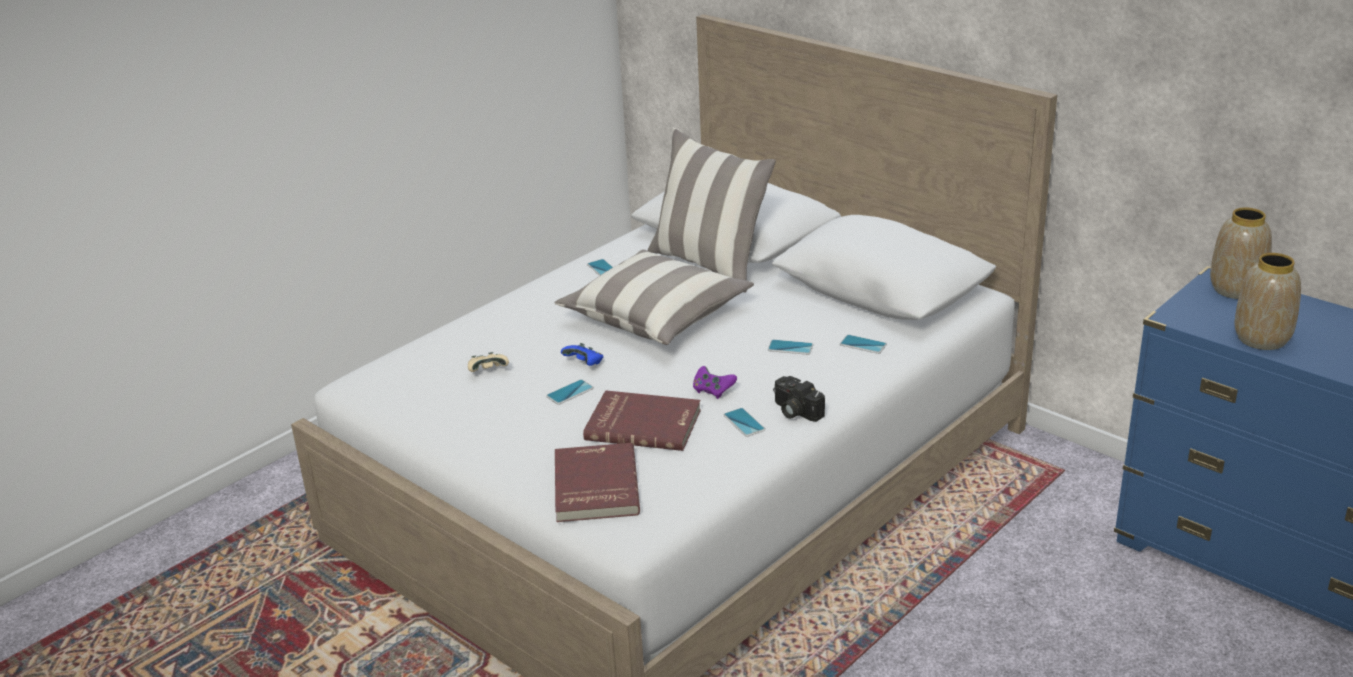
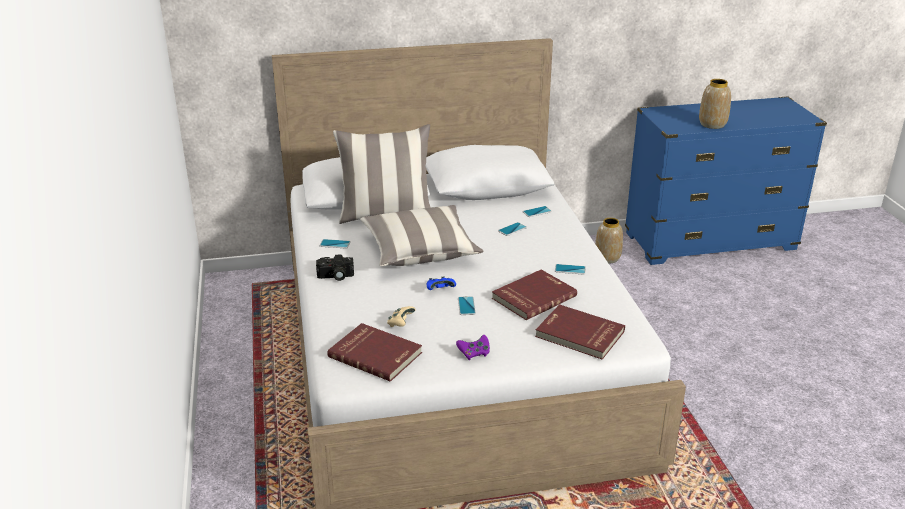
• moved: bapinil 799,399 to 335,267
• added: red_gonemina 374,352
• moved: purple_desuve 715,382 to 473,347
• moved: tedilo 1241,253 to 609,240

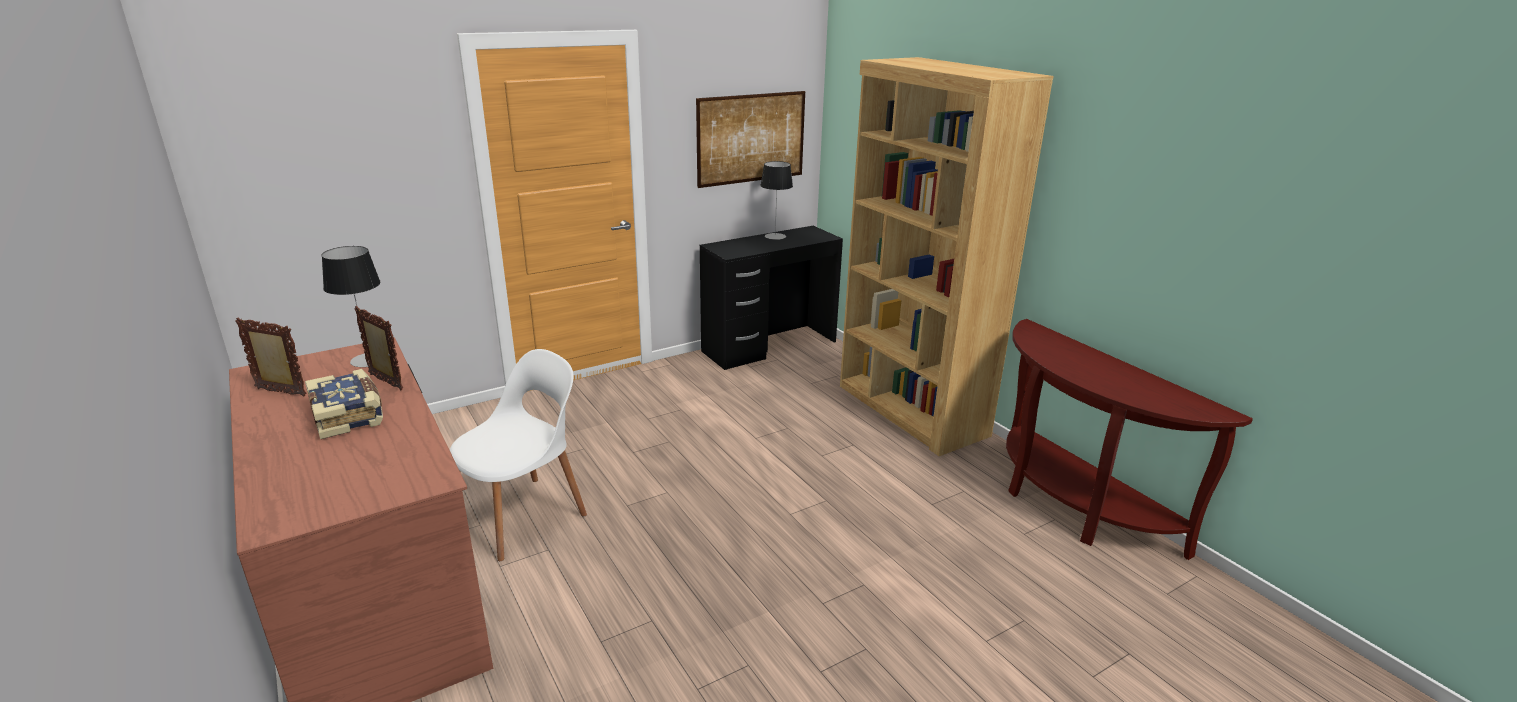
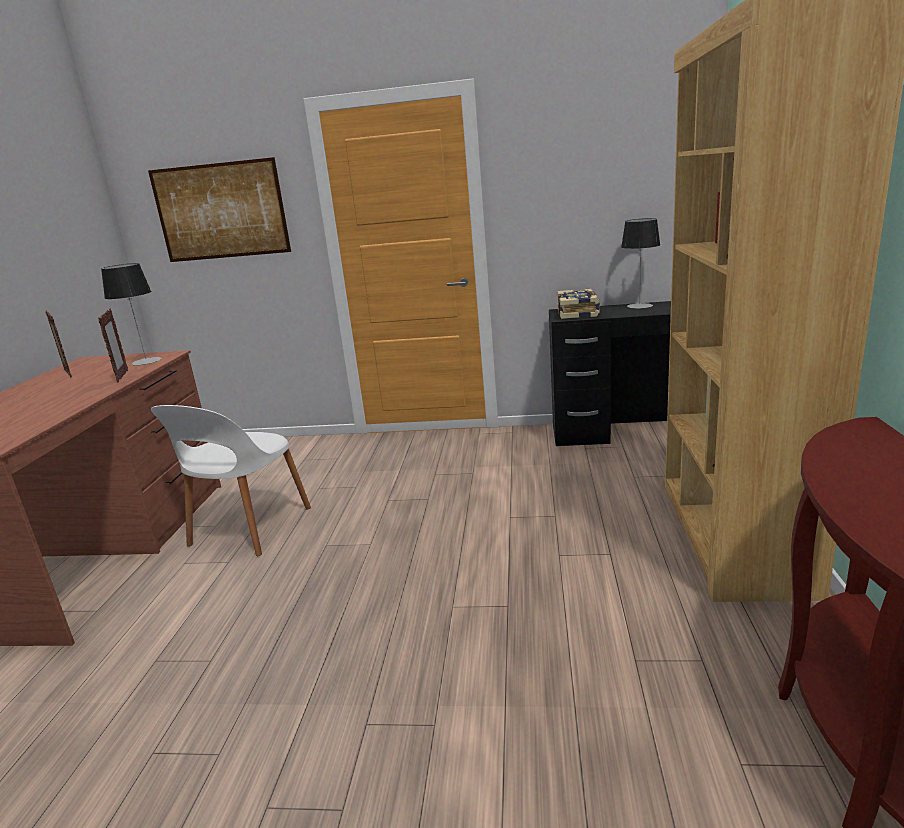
• moved: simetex 750,139 to 219,209
• turned: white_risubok 518,455 = 231,480 120 degrees clockwise
• moved: gonemina 344,404 to 578,304

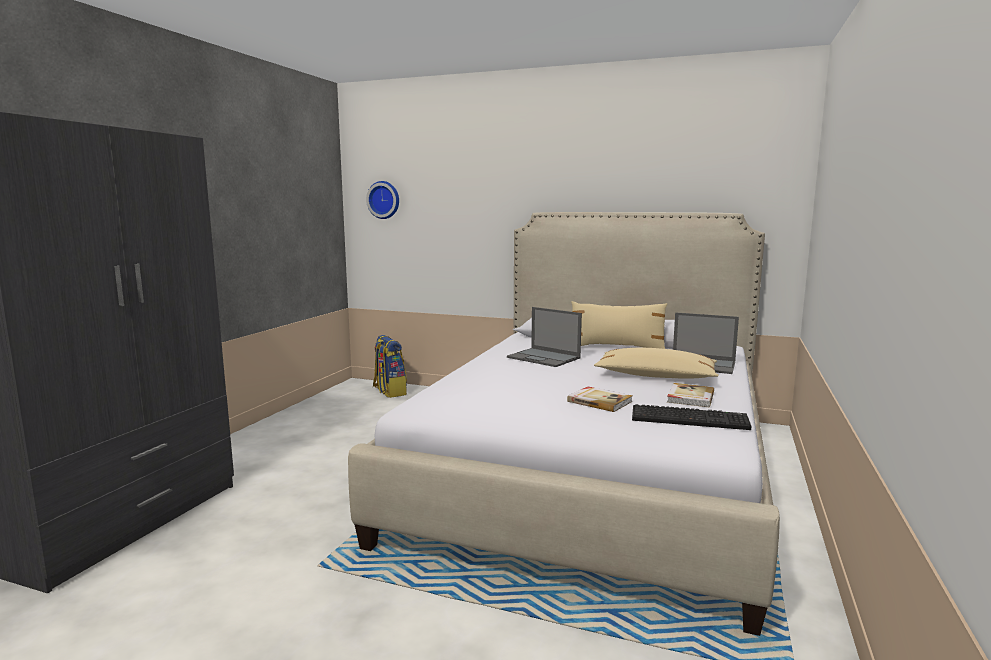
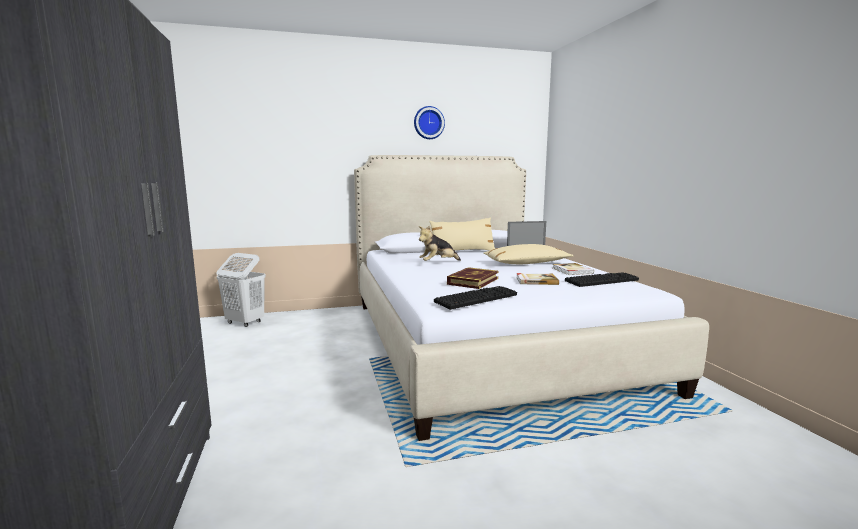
• replaced: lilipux 390,366 to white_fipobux 241,290
• moved: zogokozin 382,200 to 429,122
• replaced: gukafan 544,337 to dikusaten 440,243
• added: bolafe 475,298
• added: gonemina 472,278

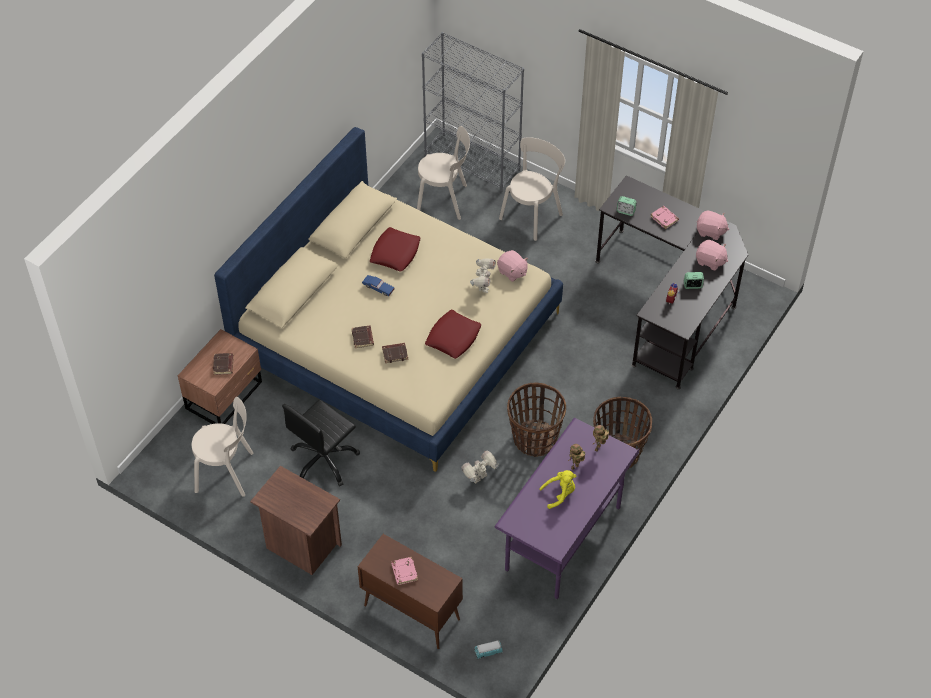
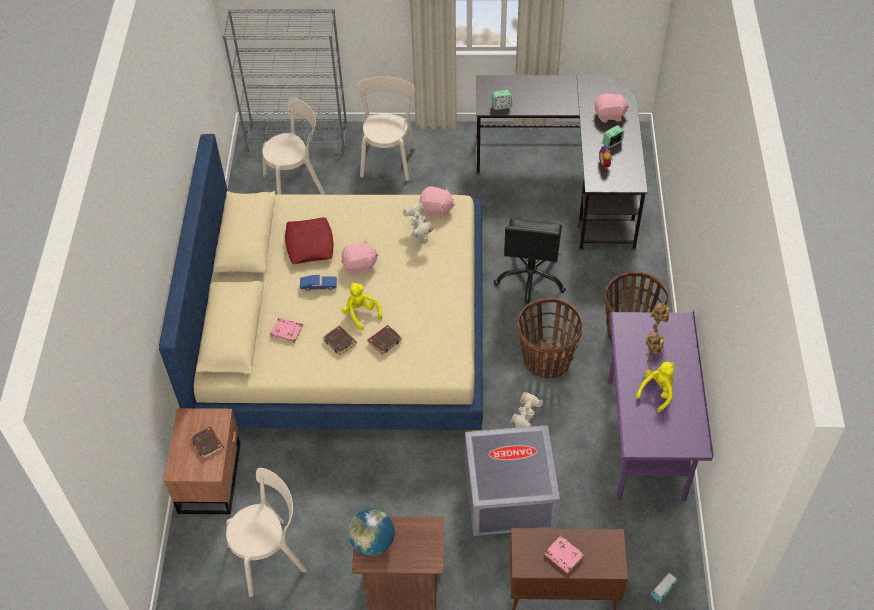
• moved: pink_gonemina 664,217 to 286,330
• moved: pink_dikusaten 713,225 to 360,257
• added: yellow_dikusaten 362,306
• added: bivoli 371,532
• added: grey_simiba 512,480
• moved: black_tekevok 321,443 to 530,263
• removed: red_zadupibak 453,334

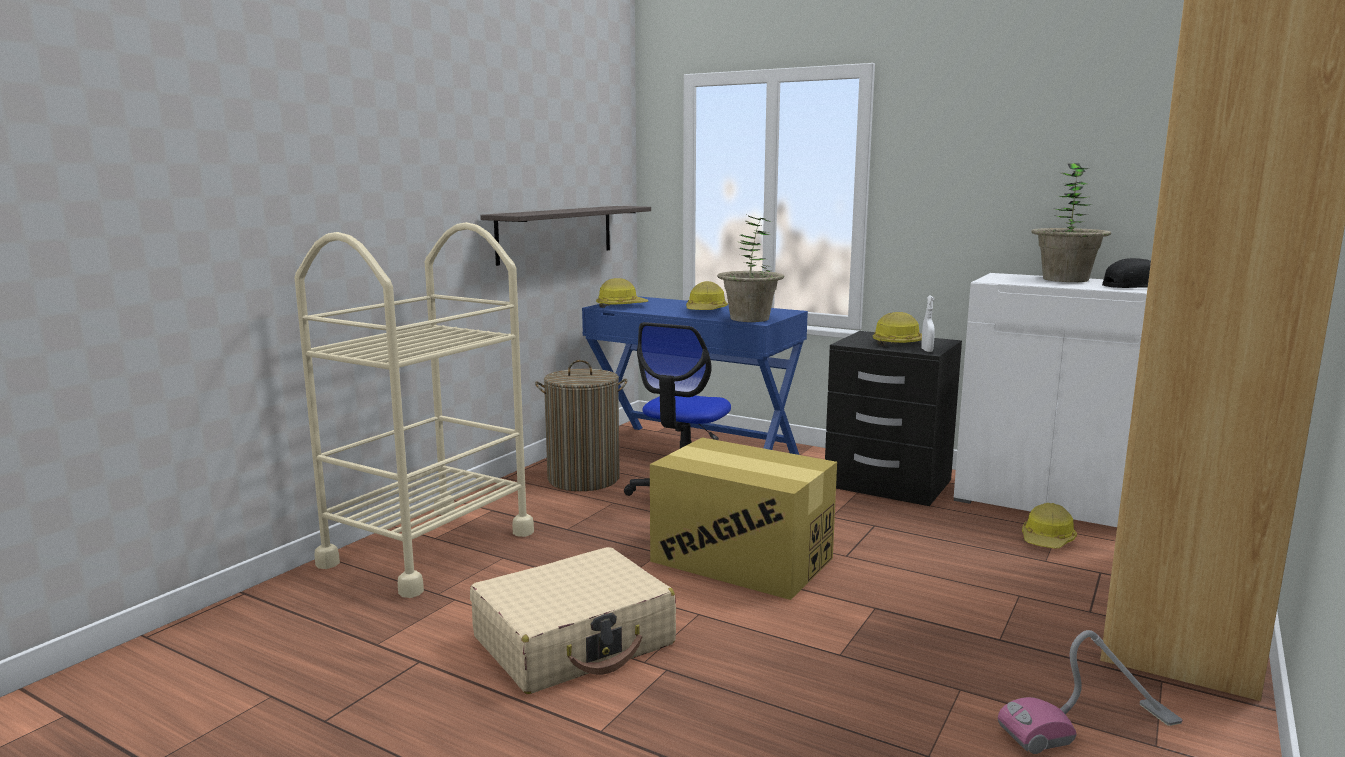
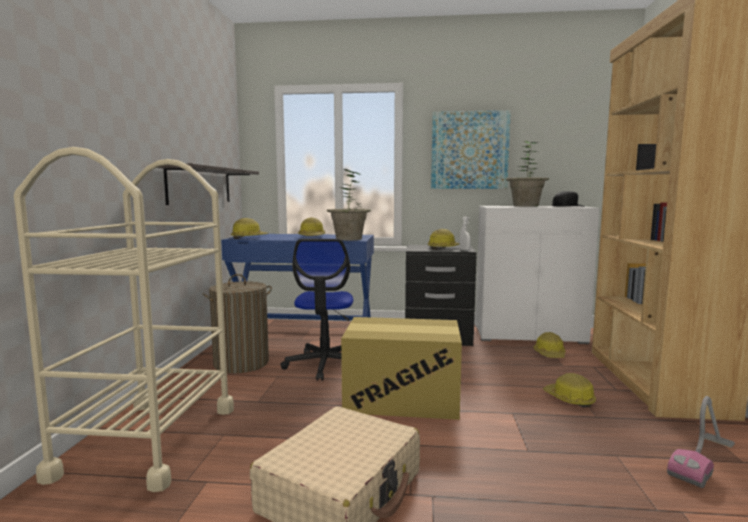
• added: simetex 471,149
• added: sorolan 569,390

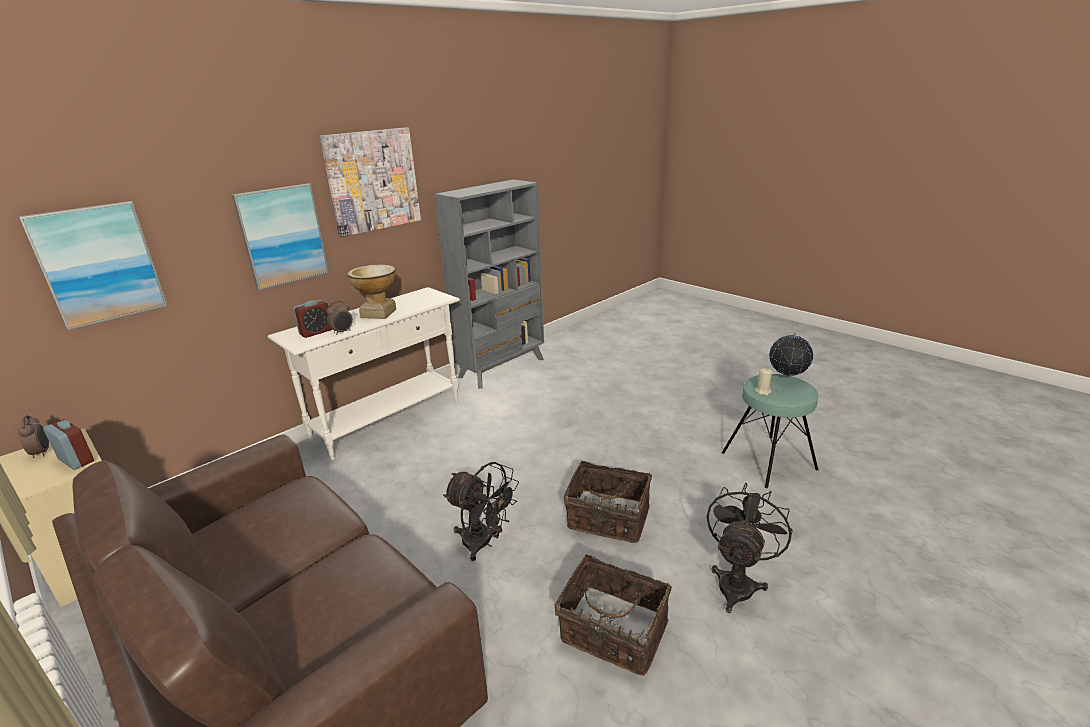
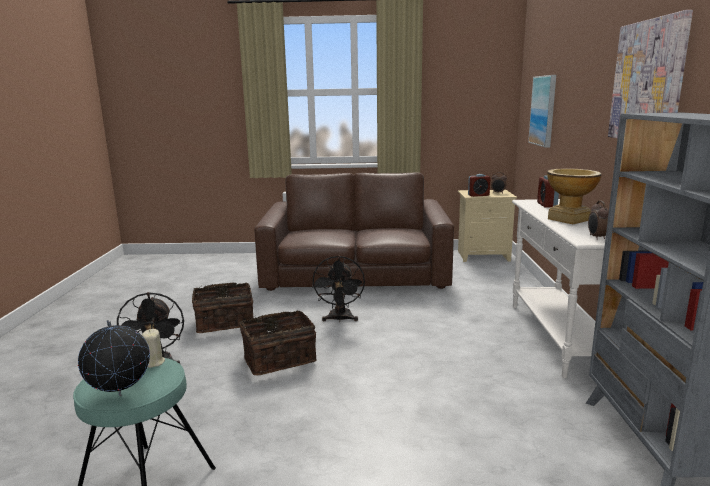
• turned: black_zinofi 481,511 = 338,289 75 degrees counterclockwise
• moved: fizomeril 340,318 to 598,220
• removed: simetex 280,237

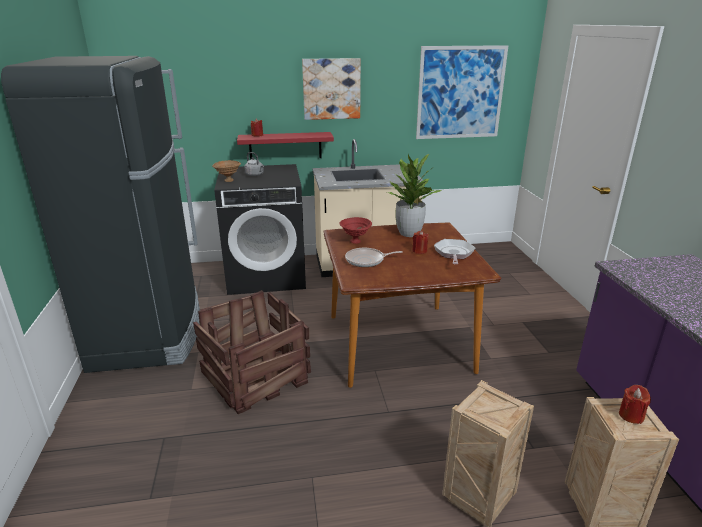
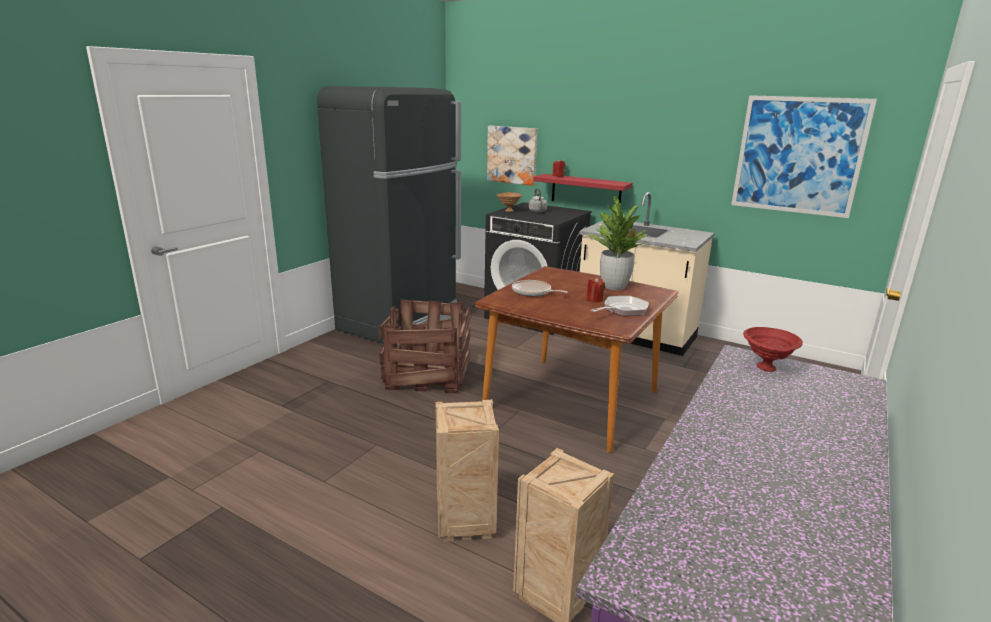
• moved: simetex 331,89 to 512,156
• moved: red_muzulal 355,230 to 773,349
• removed: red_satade 635,404

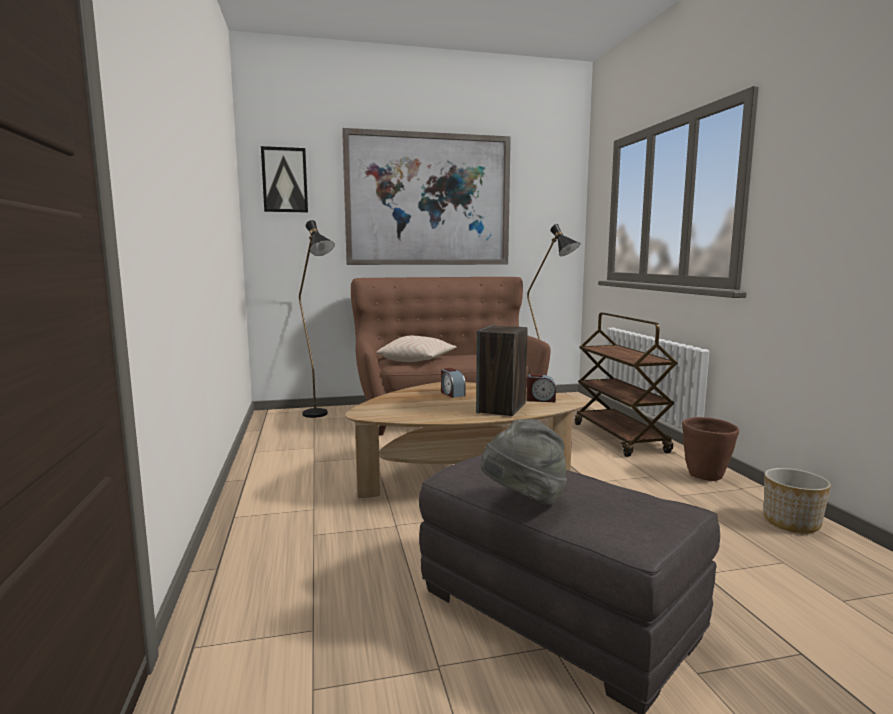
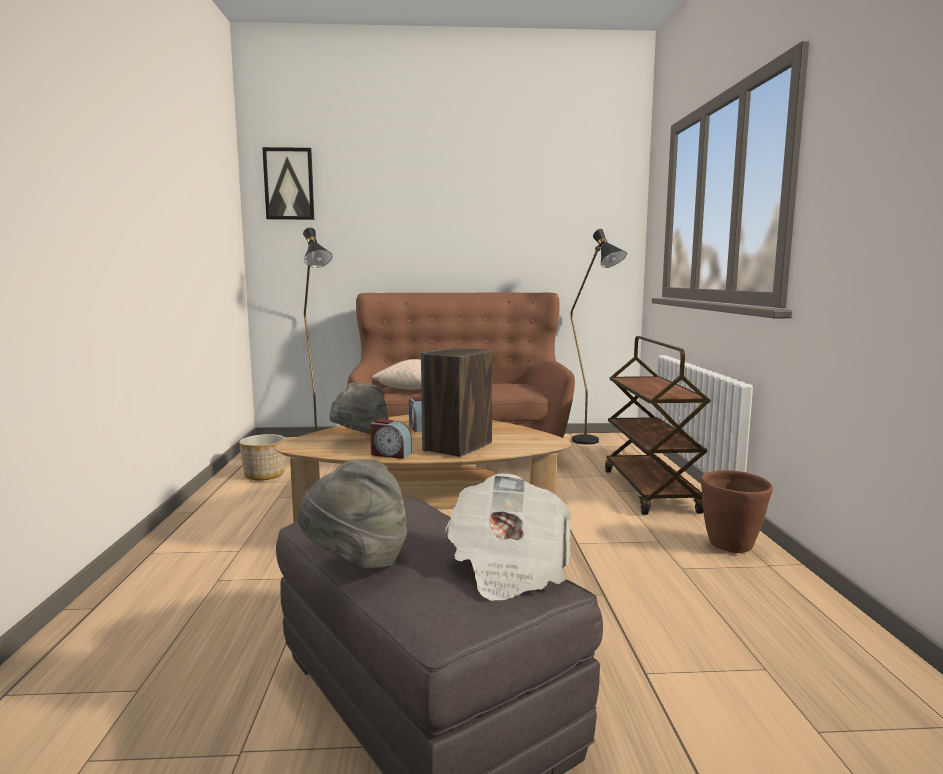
• moved: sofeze 797,500 to 262,457
• added: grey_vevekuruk 359,408
• moved: fizomeril 541,388 to 391,439
• added: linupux 508,537
• removed: simetex 426,196

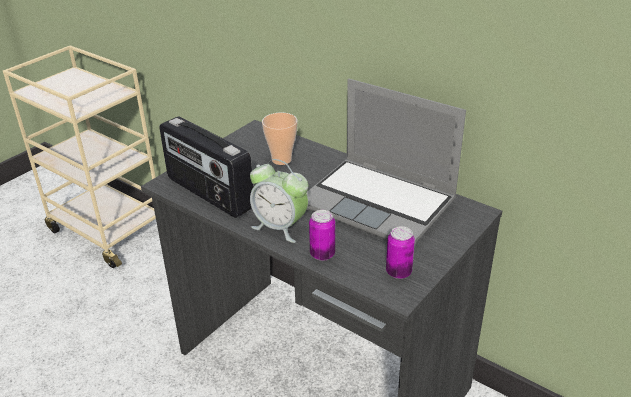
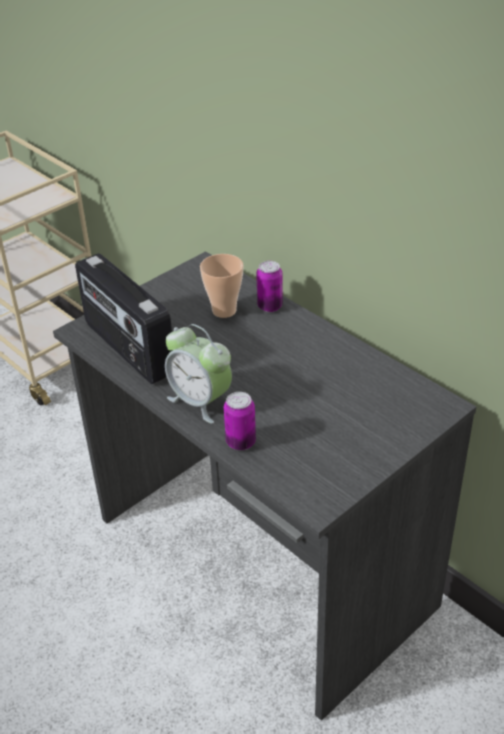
• moved: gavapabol 400,252 to 269,286
• removed: gukafan 386,161

